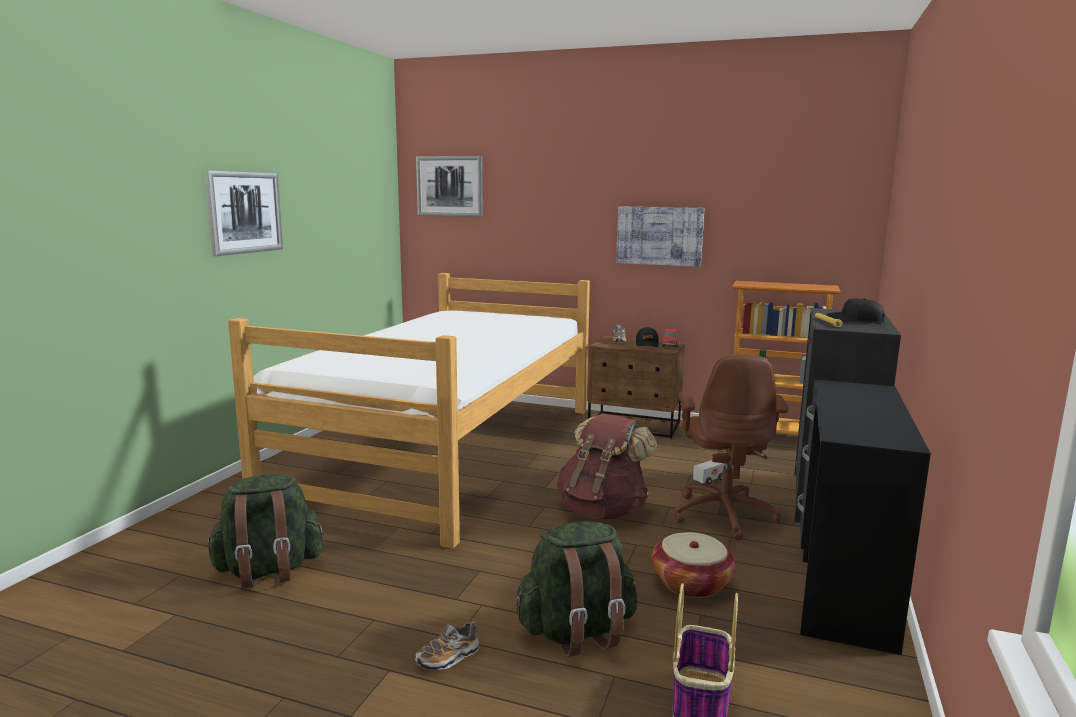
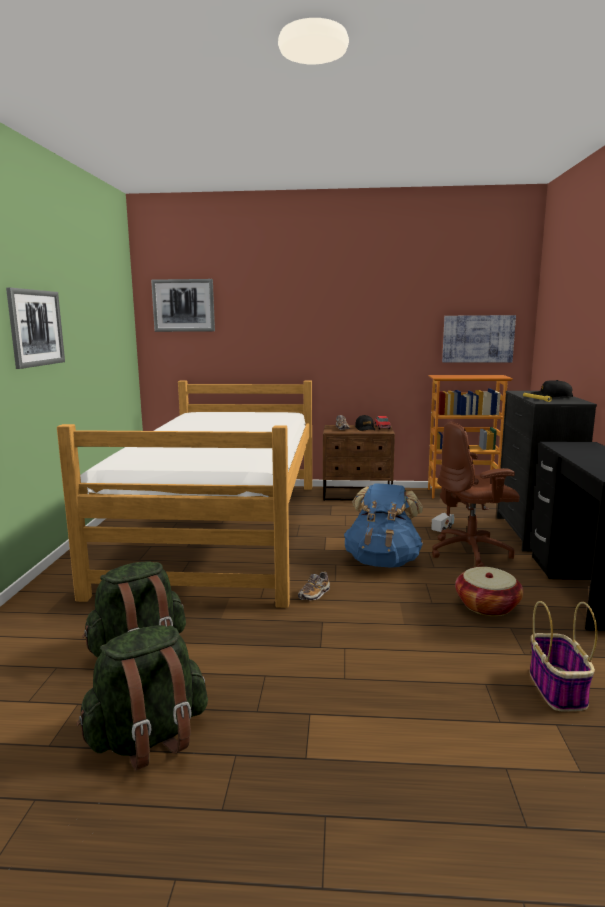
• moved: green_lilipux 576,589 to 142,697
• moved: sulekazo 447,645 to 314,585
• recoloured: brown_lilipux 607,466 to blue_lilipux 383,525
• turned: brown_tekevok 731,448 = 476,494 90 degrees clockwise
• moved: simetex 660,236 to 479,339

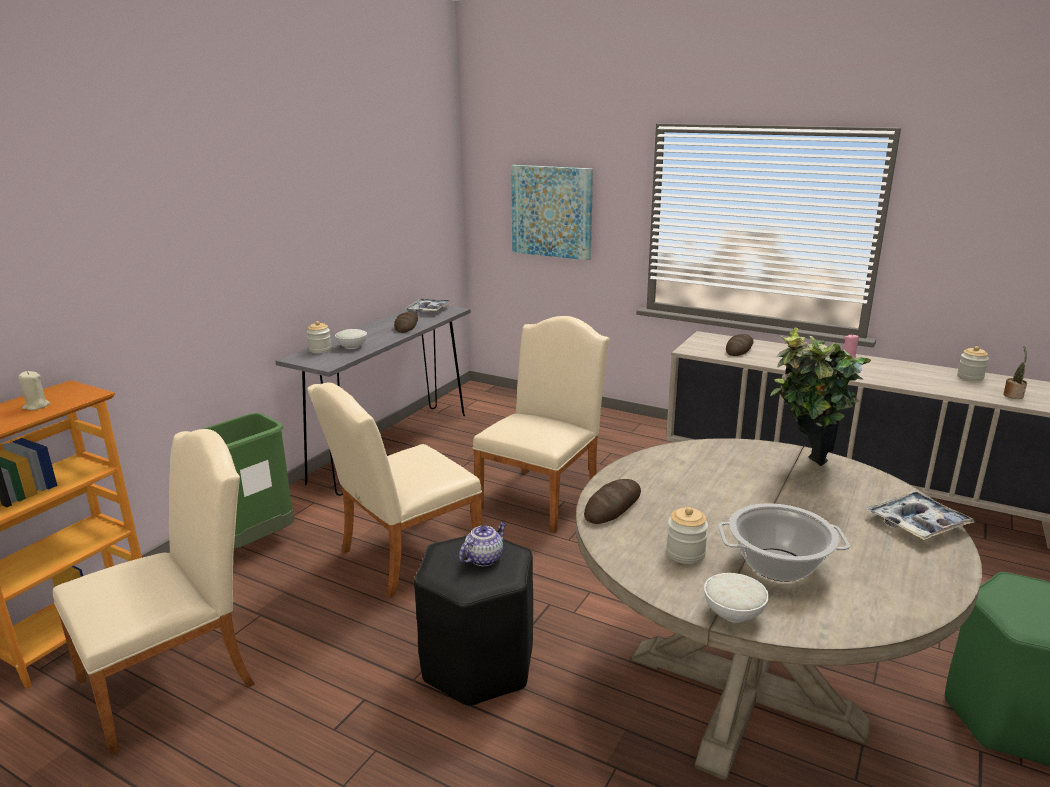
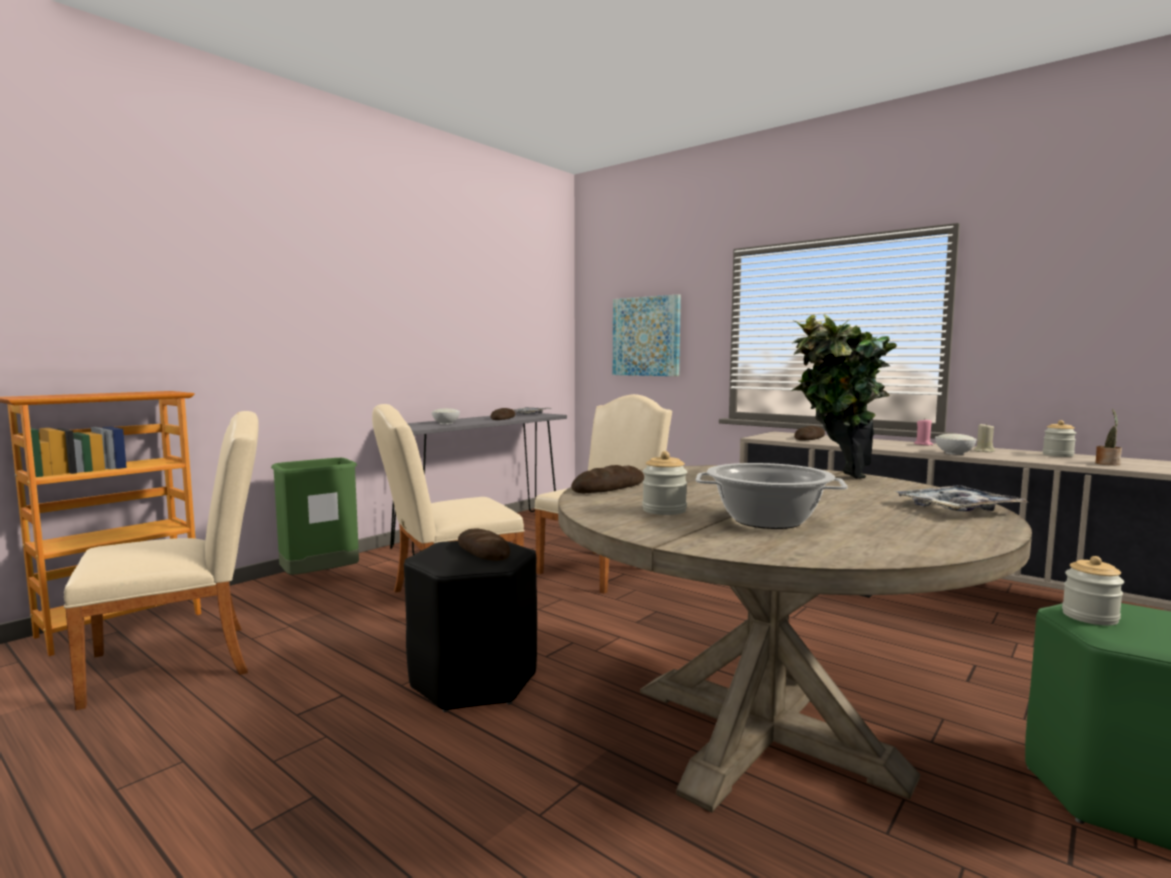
• replaced: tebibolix 483,544 to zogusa 484,545
• moved: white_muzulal 736,598 to 956,444
• moved: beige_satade 34,390 to 984,437
• moved: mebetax 319,337 to 1093,591

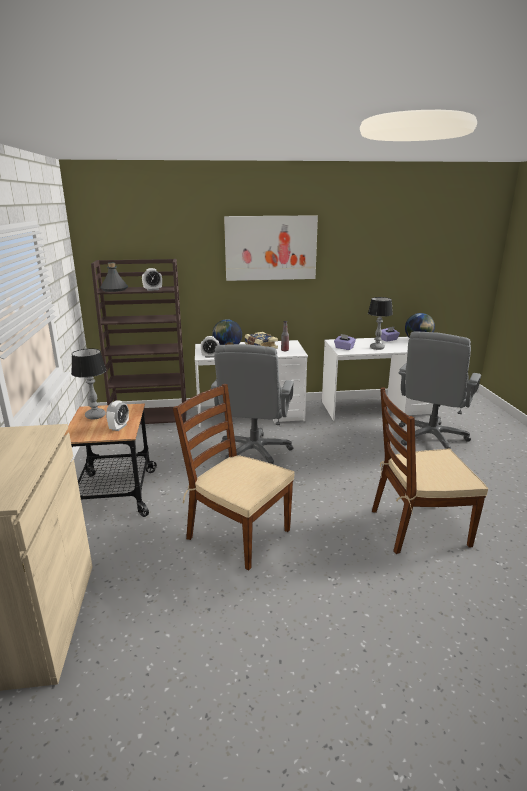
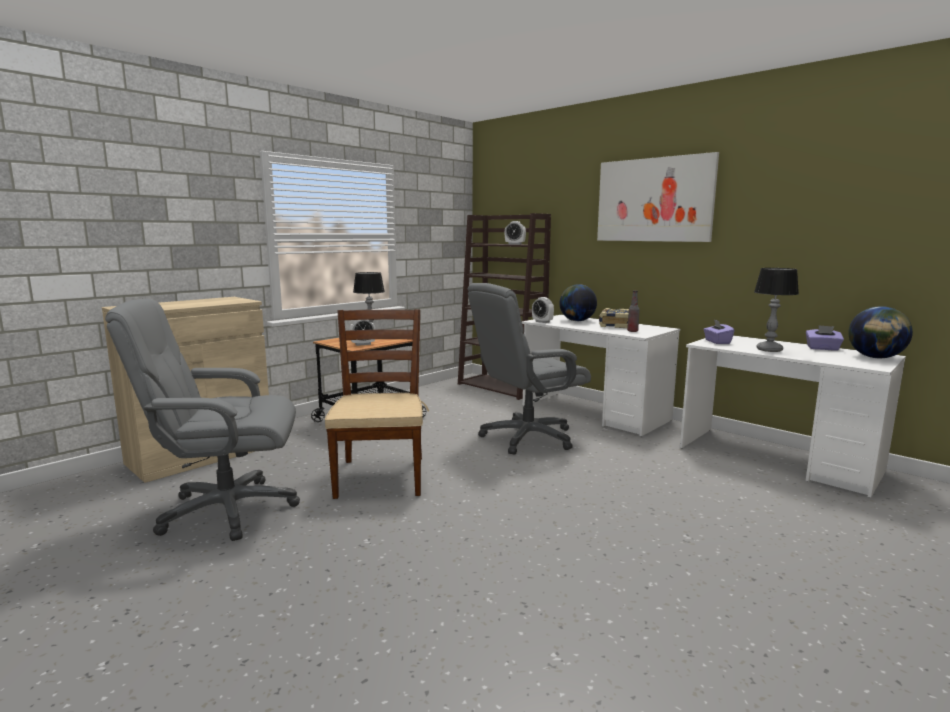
• moved: grey_tekevok 439,390 to 202,420
• removed: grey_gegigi 114,277
• removed: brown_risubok 430,470

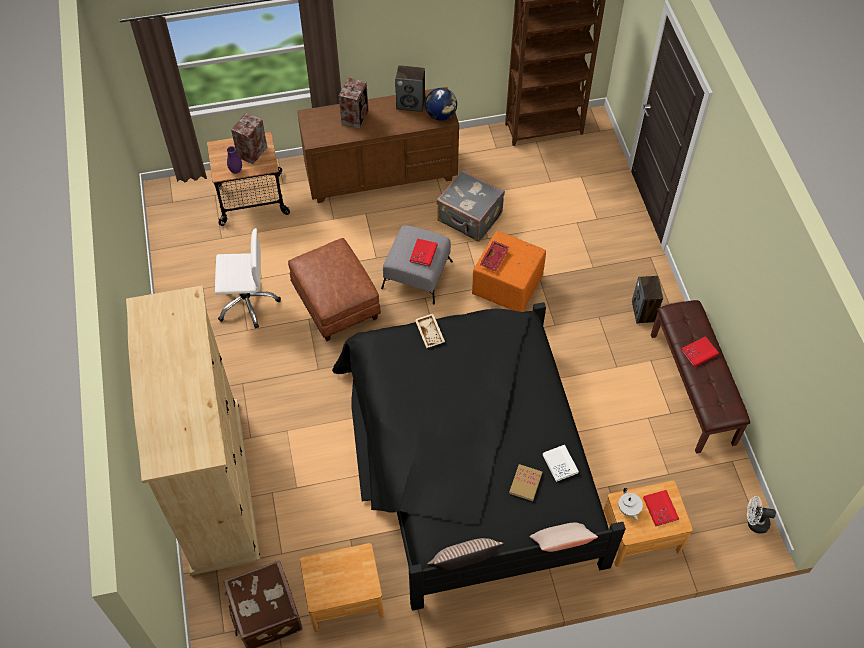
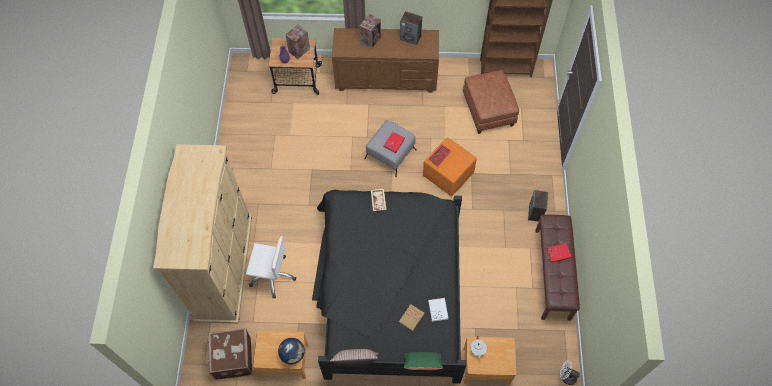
• moved: white_tekevok 248,278 to 271,267
• moved: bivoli 441,104 to 291,351
• recoloured: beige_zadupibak 563,537 to green_zadupibak 423,361
• moved: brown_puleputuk 334,289 to 491,102
• removed: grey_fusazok 471,206
• removed: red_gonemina 661,508

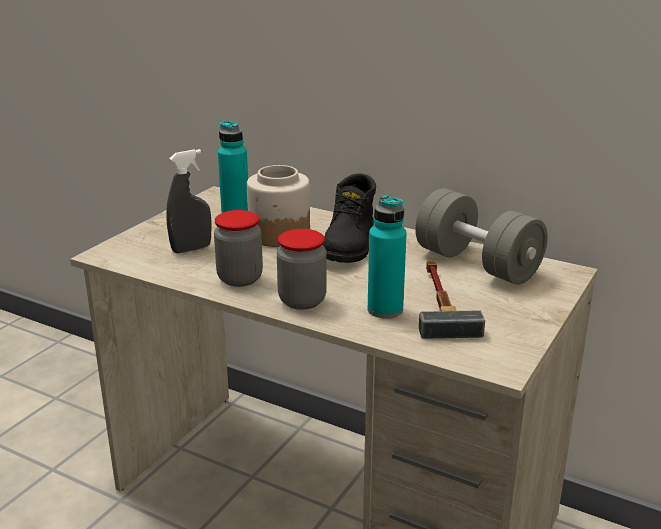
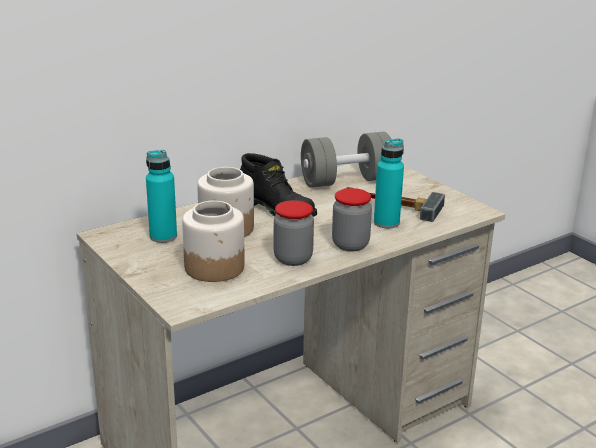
• replaced: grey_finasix 188,201 to mebetax 213,241

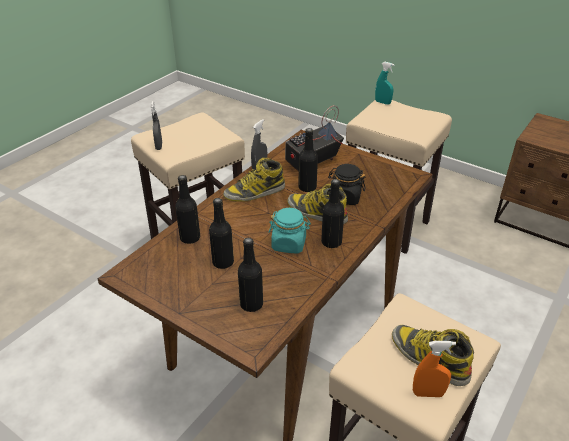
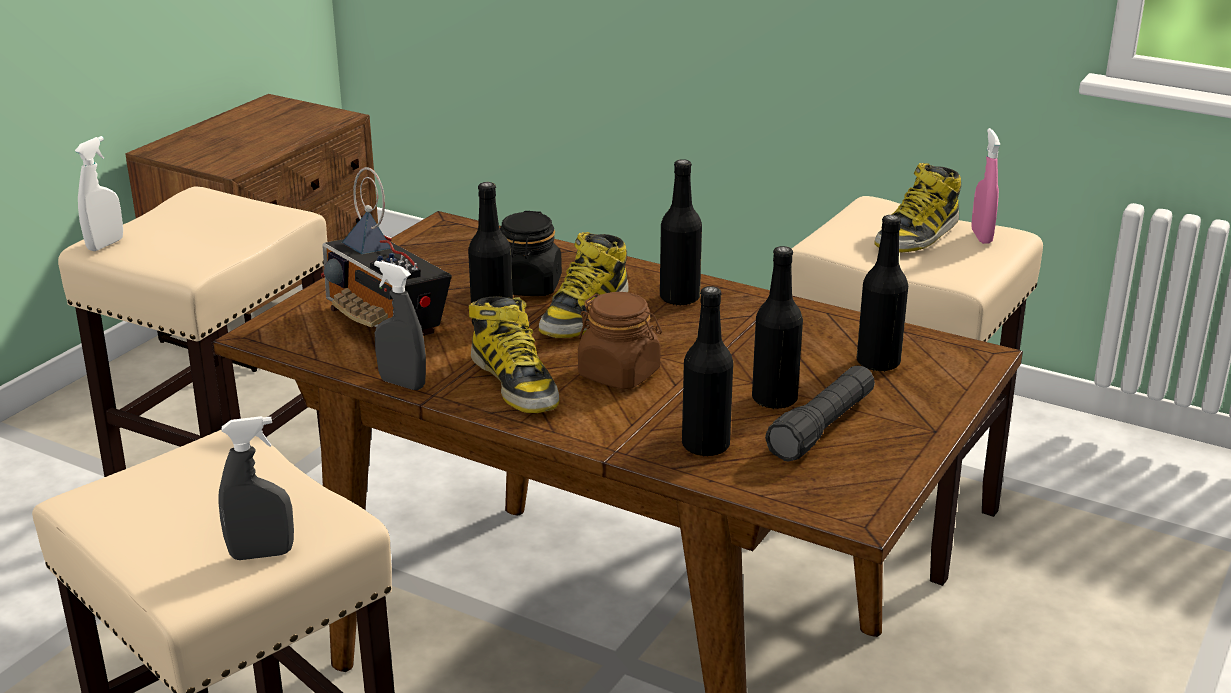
• recoloured: turquoise_finasix 384,83 to white_finasix 99,193
• added: brown_mebetax 620,340
• added: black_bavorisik 820,414
• recoloured: orange_finasix 434,369 to pink_finasix 985,186
• removed: turquoise_mebetax 289,231

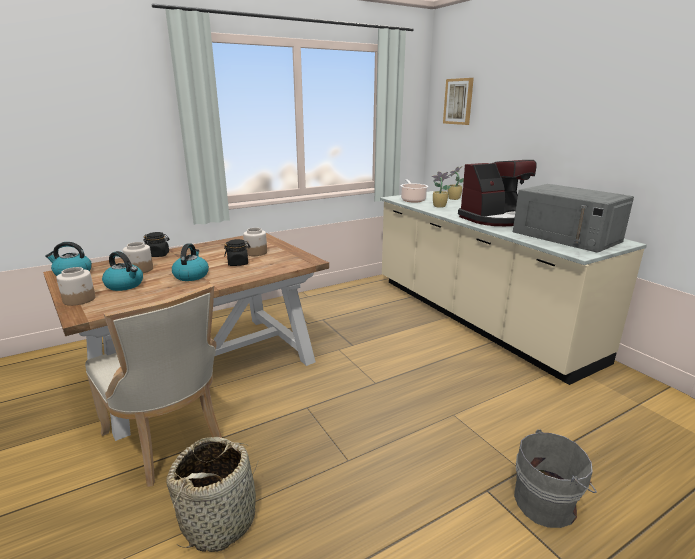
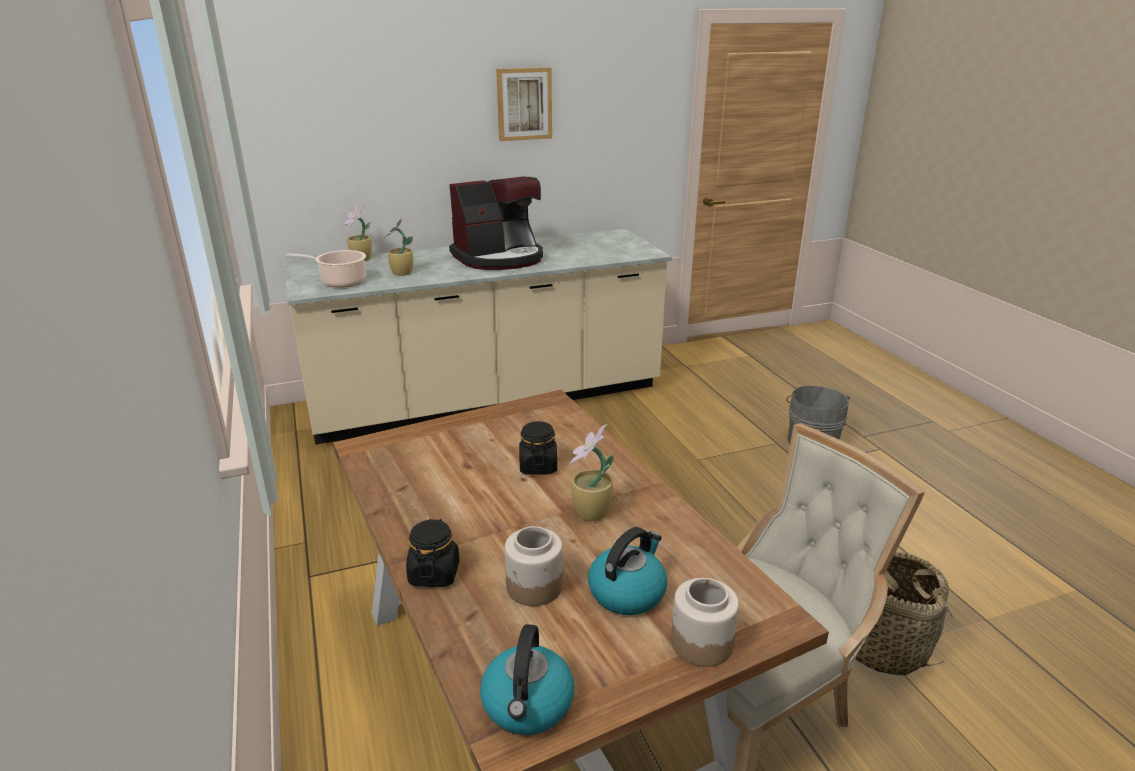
• turned: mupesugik 497,193 = 496,223 75 degrees clockwise
• moved: simetex 458,101 to 524,104
• replaced: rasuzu 190,262 to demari 591,472
• removed: mebetax 255,242
• removed: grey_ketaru 573,218

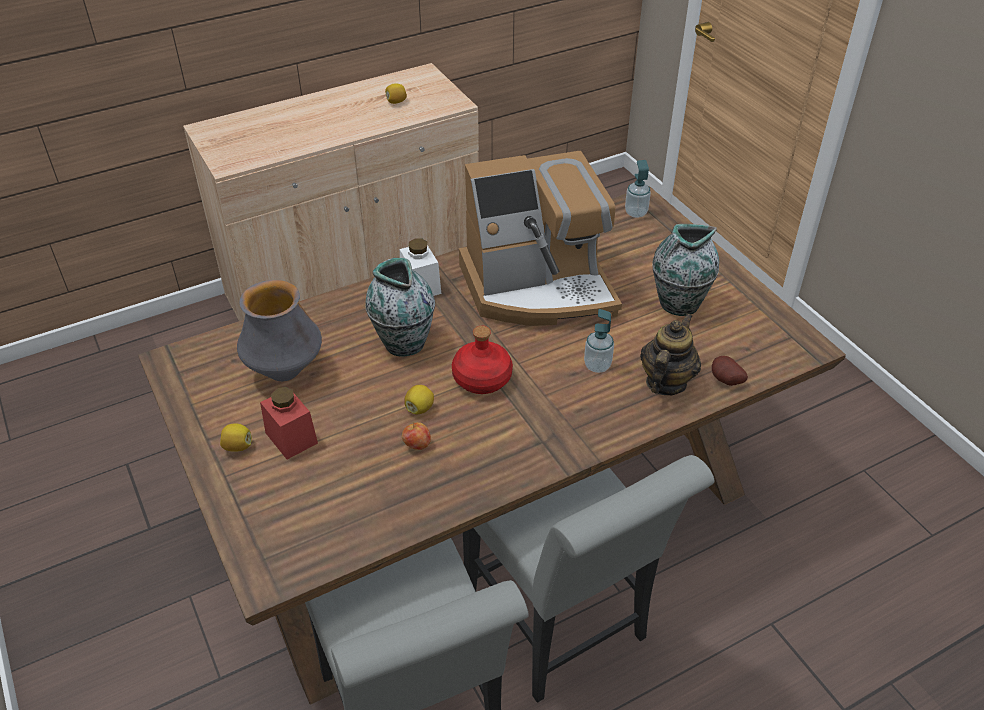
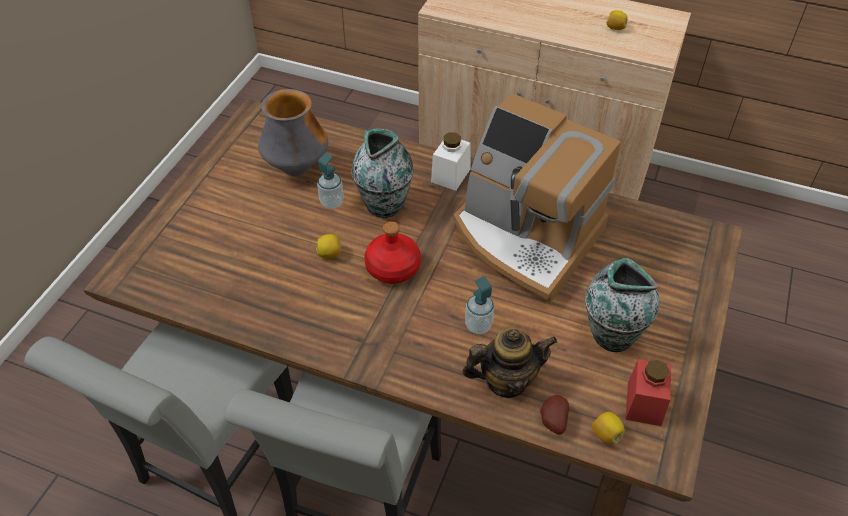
• moved: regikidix 638,189 to 330,181
• moved: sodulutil 236,437 to 608,428
• moved: red_mebetax 289,423 to 648,392
• removed: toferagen 416,436

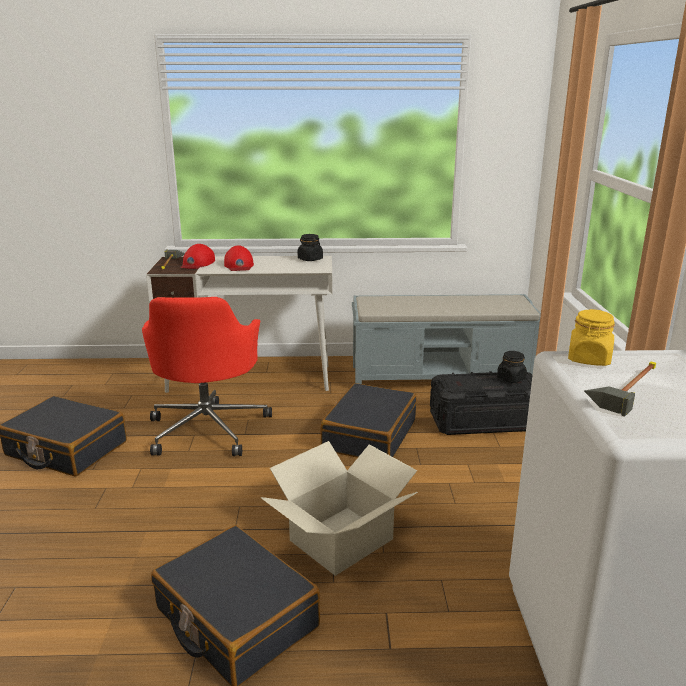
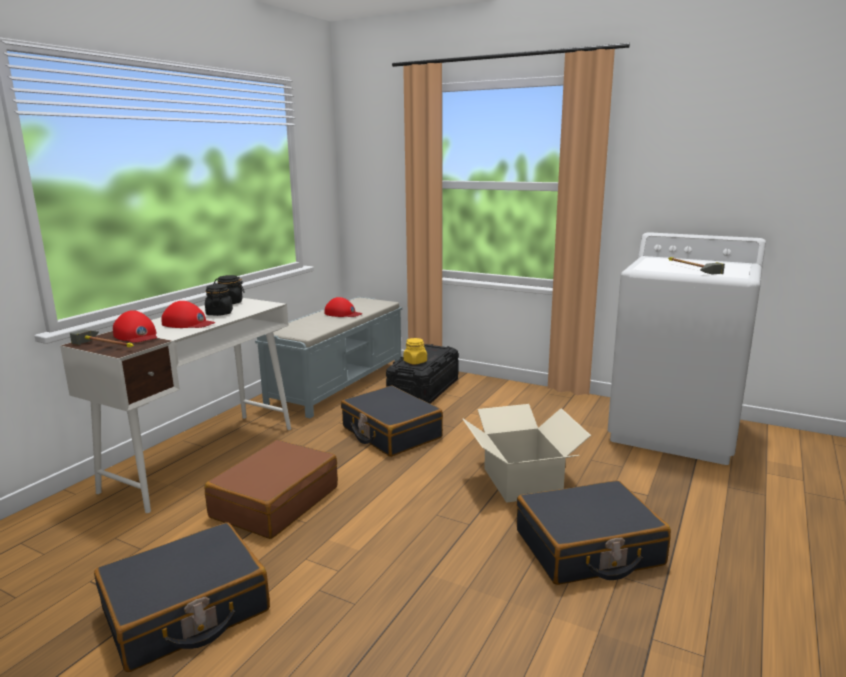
• moved: black_mebetax 512,367 to 219,300
• replaced: red_tekevok 207,376 to brown_fusazok 271,489
• added: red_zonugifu 343,307
• moved: yellow_mebetax 591,337 to 415,351

